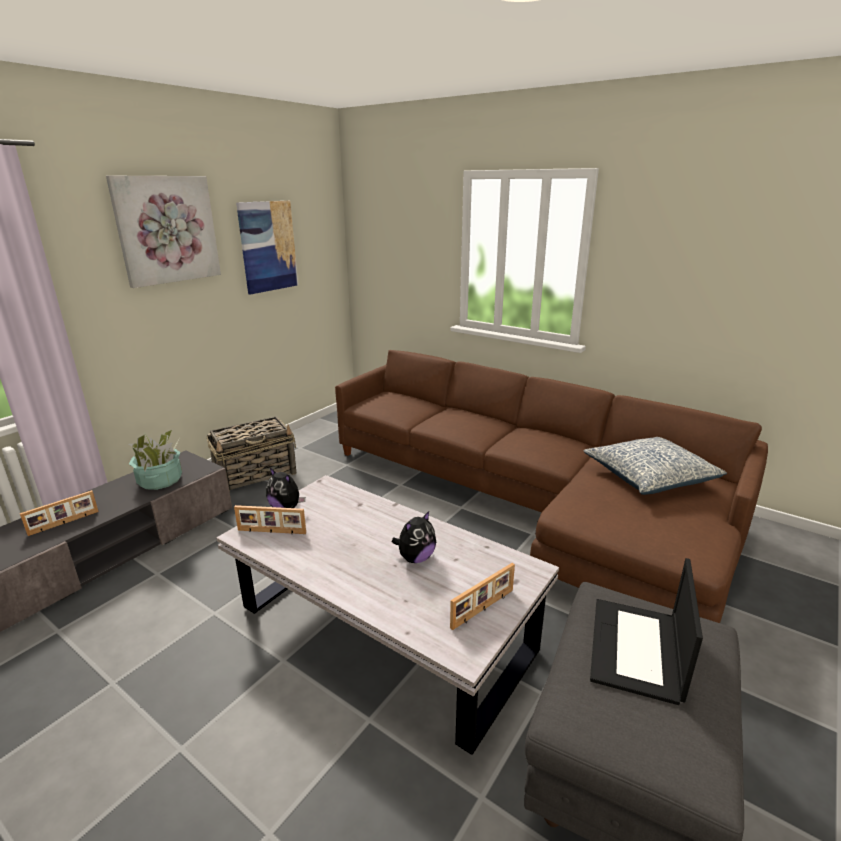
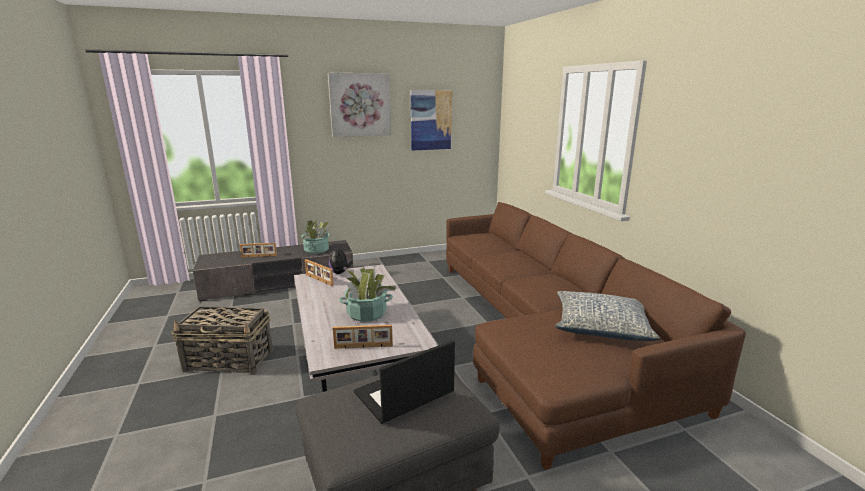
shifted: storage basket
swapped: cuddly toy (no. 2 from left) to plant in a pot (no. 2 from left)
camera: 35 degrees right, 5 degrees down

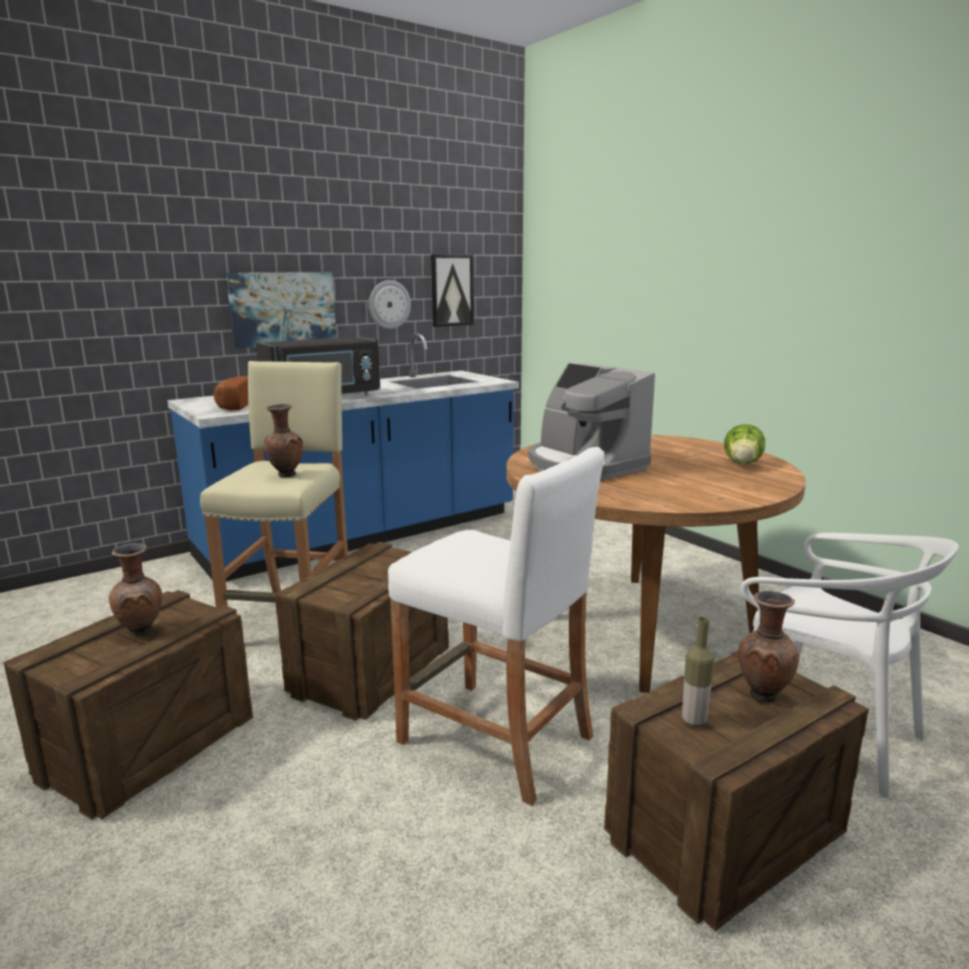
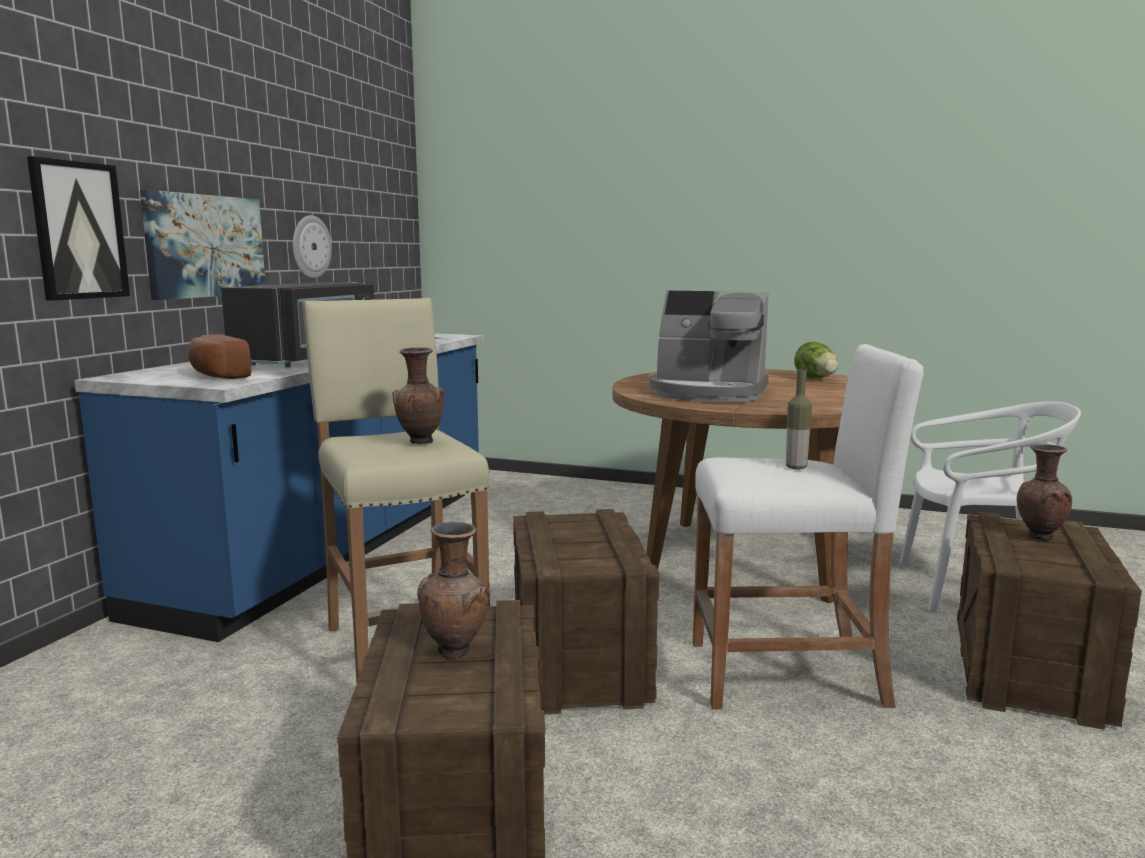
shifted: wall picture (no. 2 from left in the first image) to wall picture (no. 1 from left); bottle
camera: 35 degrees left, 5 degrees down

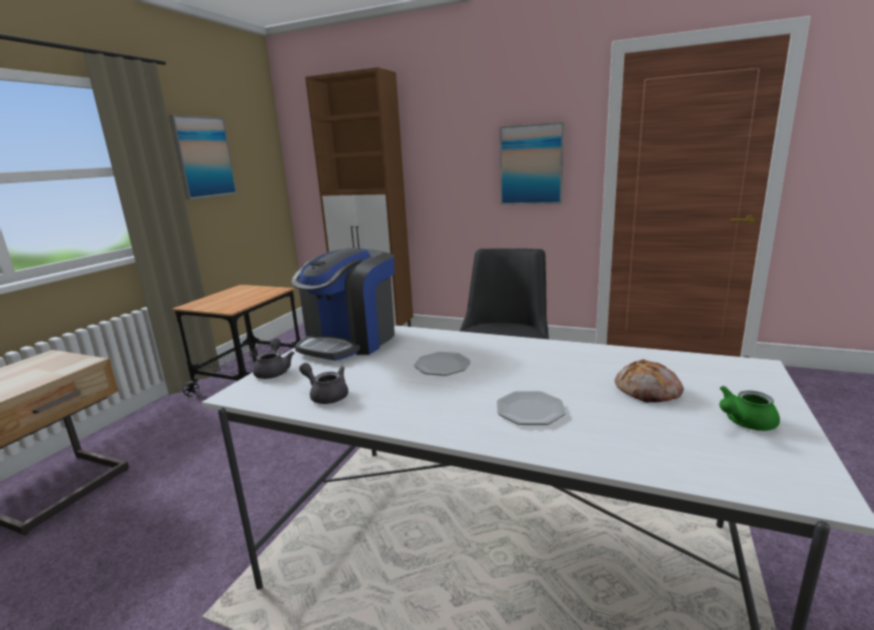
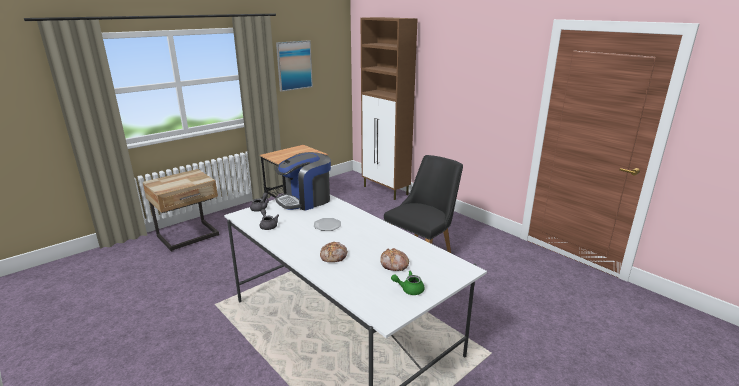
gone: wall picture (no. 2 from left)
swapped: plate (no. 2 from left) to baked bread (no. 1 from left)
camera: 25 degrees right, 5 degrees up

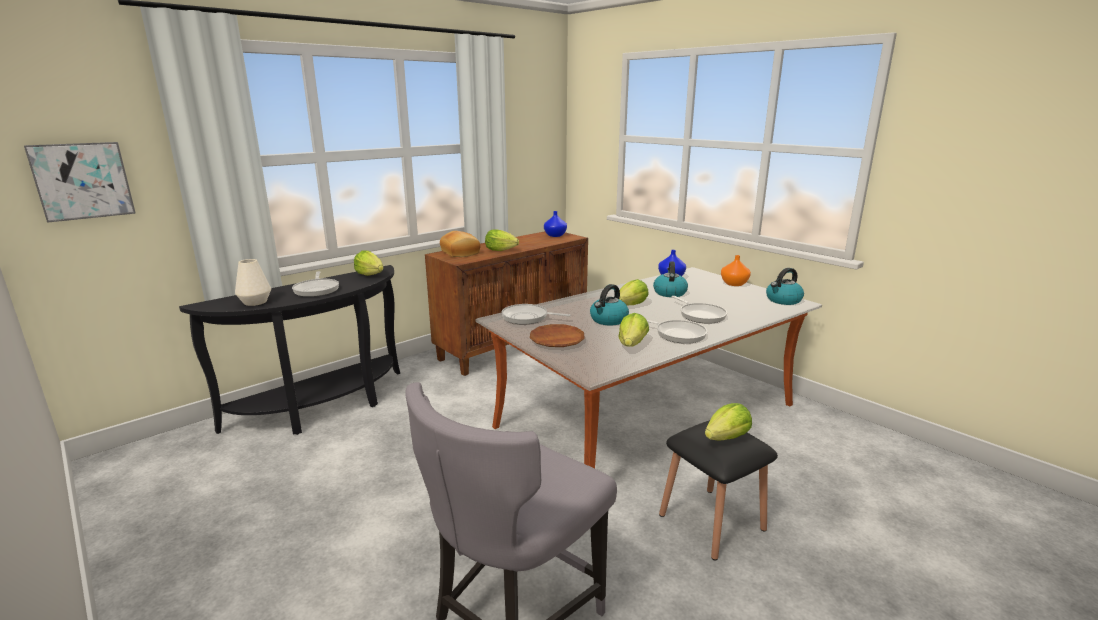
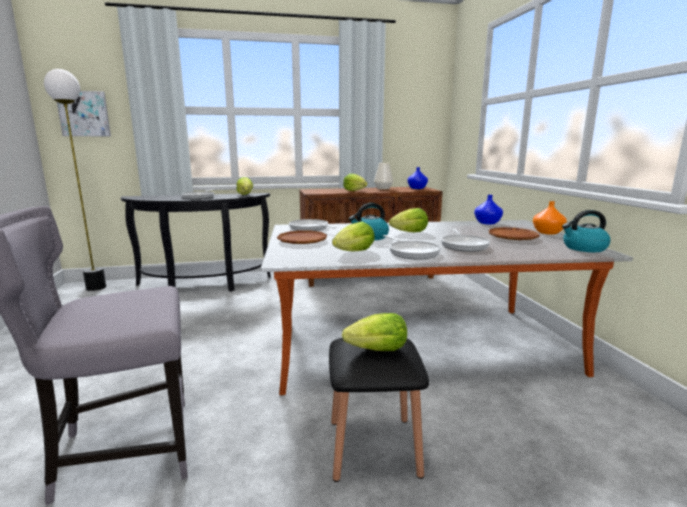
gone: baked bread; water kettle (no. 2 from left)
new: floor lamp; brownish plate (no. 2 from left)
shifted: white-coloured decorative vase
camera: 30 degrees right, 5 degrees down

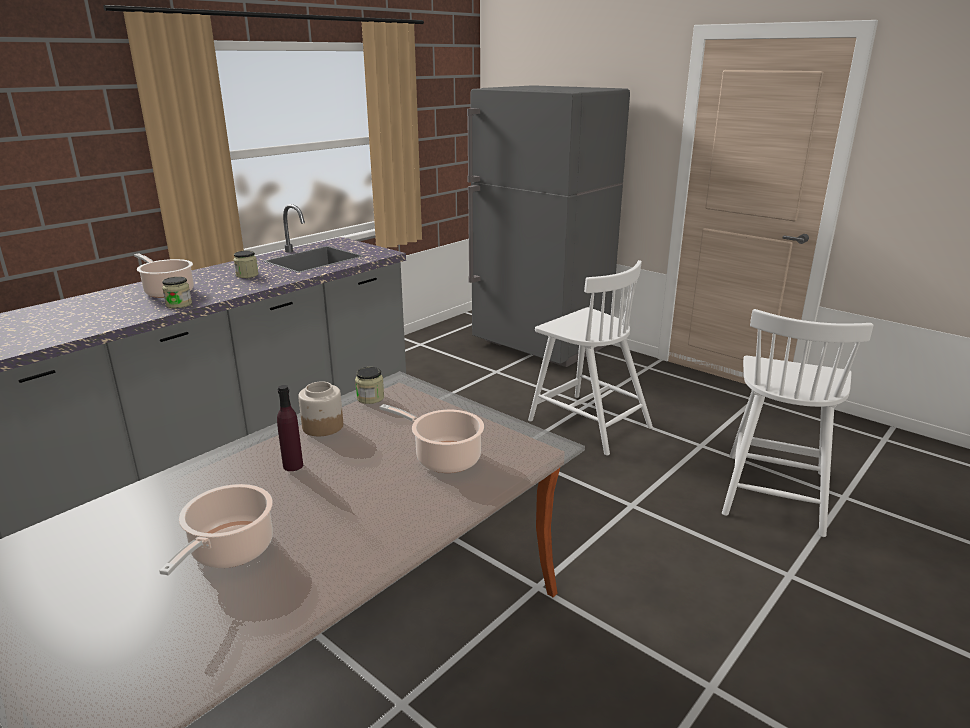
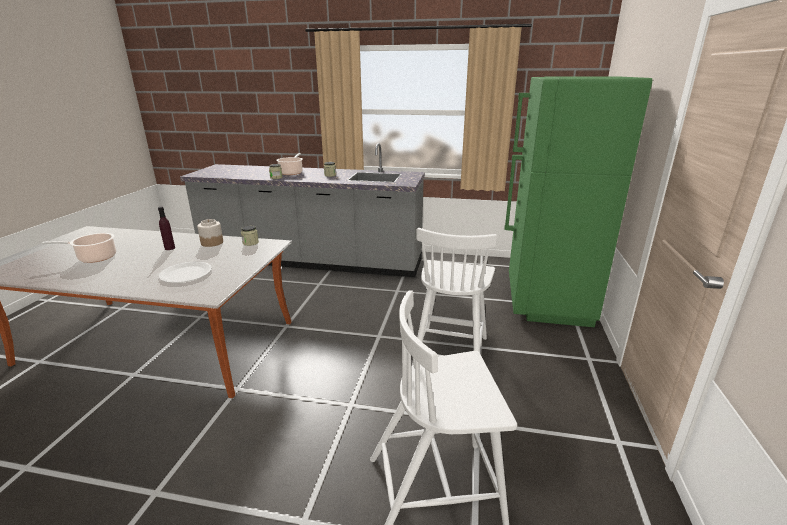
swapped: saucepot (no. 3 from left) to white-coloured plate
repainted: grey refrigerator to green refrigerator
camera: 60 degrees right, 0 degrees up

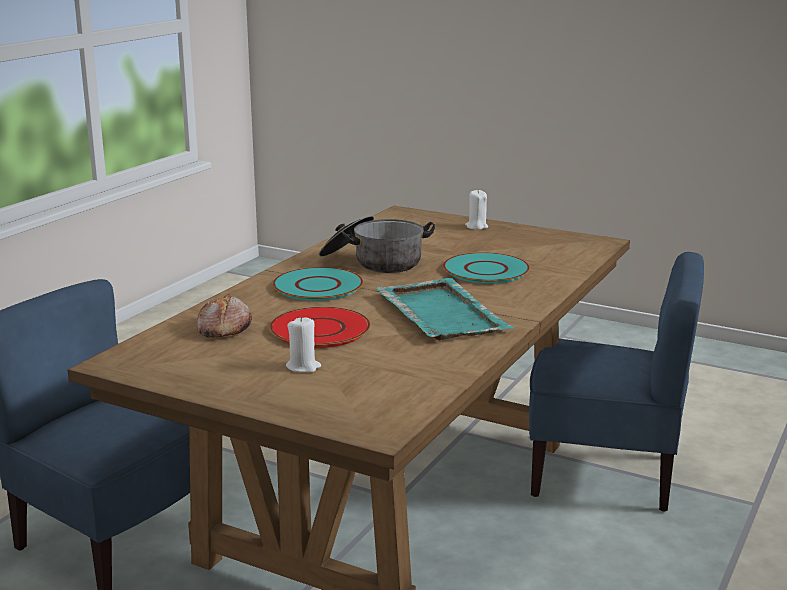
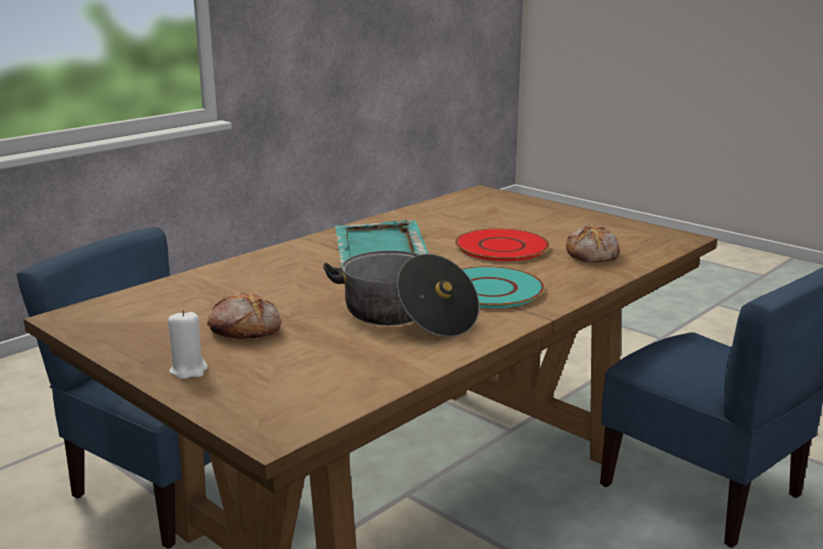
gone: white-coloured wax candle (no. 1 from left); turquoise plate (no. 2 from left)
new: baked bread (no. 1 from left)
camera: 165 degrees left, 0 degrees up

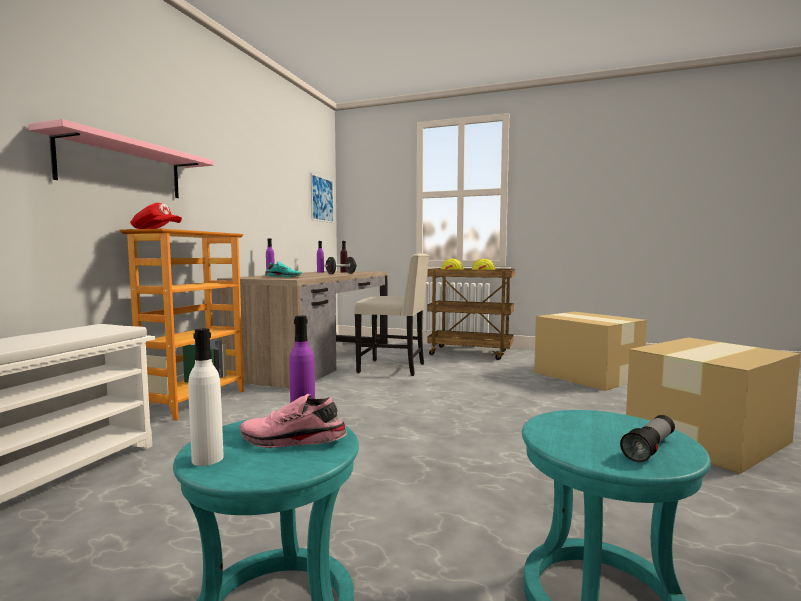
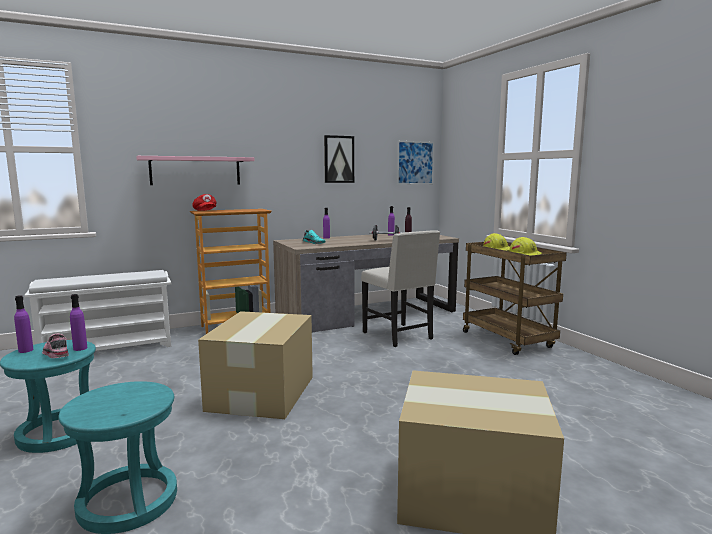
gone: torch
new: wall picture (no. 1 from left)
shifted: packing box (no. 1 from left)
repainted: white-coloured bottle to purple bottle (no. 1 from left)
camera: 45 degrees right, 5 degrees up

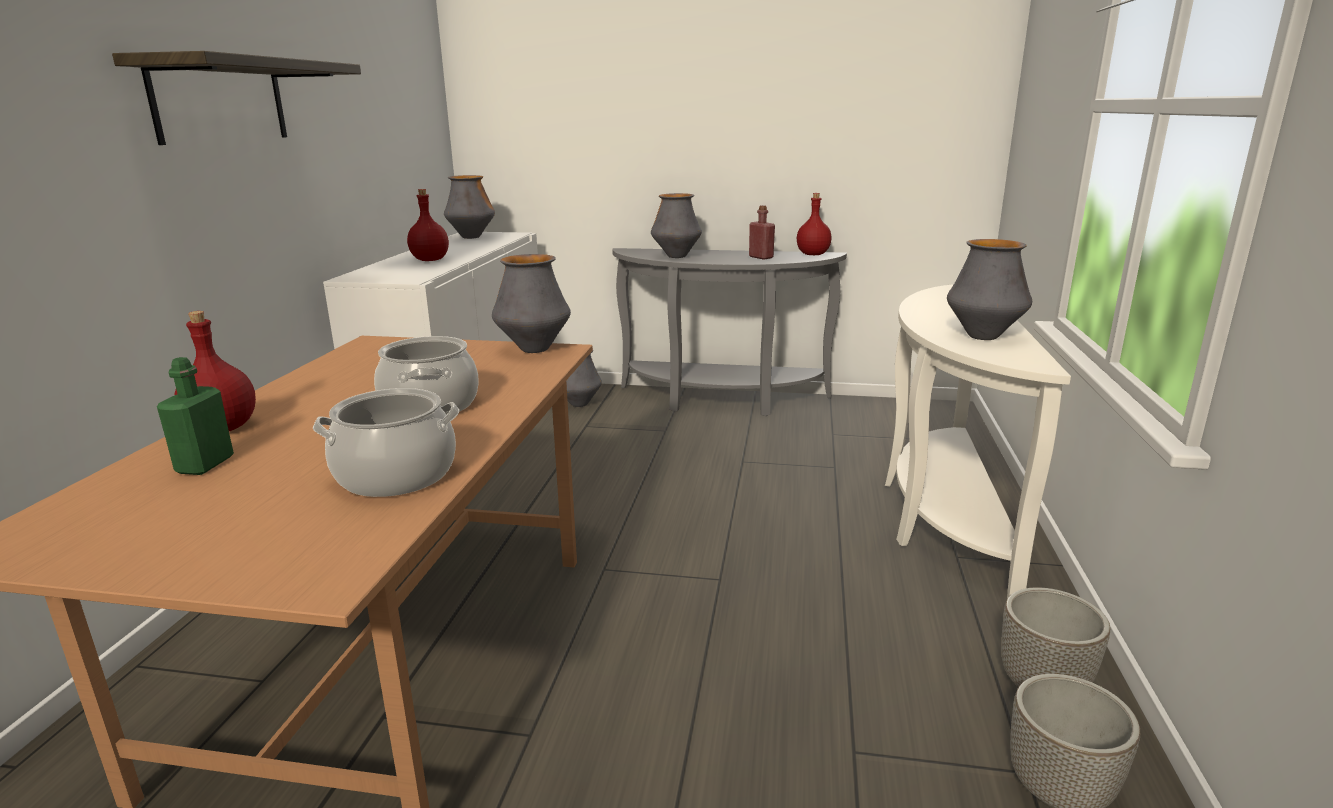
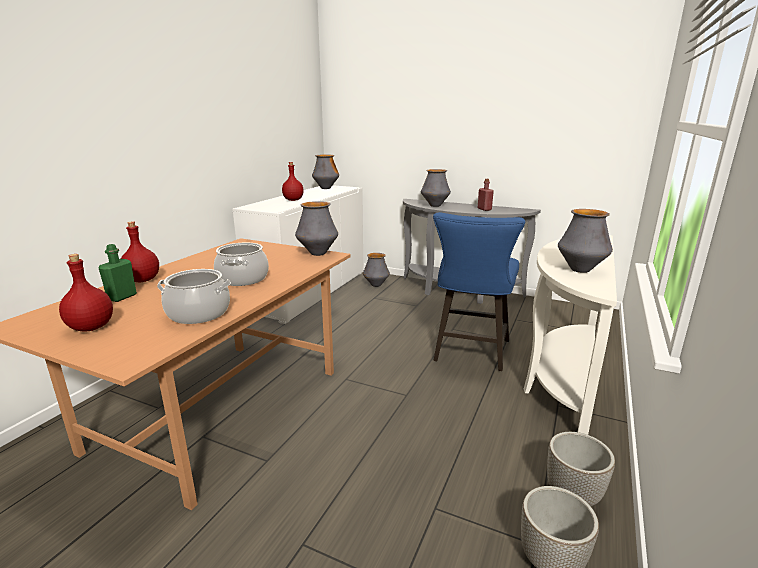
gone: shelf
new: blue-coloured stool seat
shifted: red bottle (no. 4 from left in the first image) to red bottle (no. 1 from left)
camera: 15 degrees right, 0 degrees up

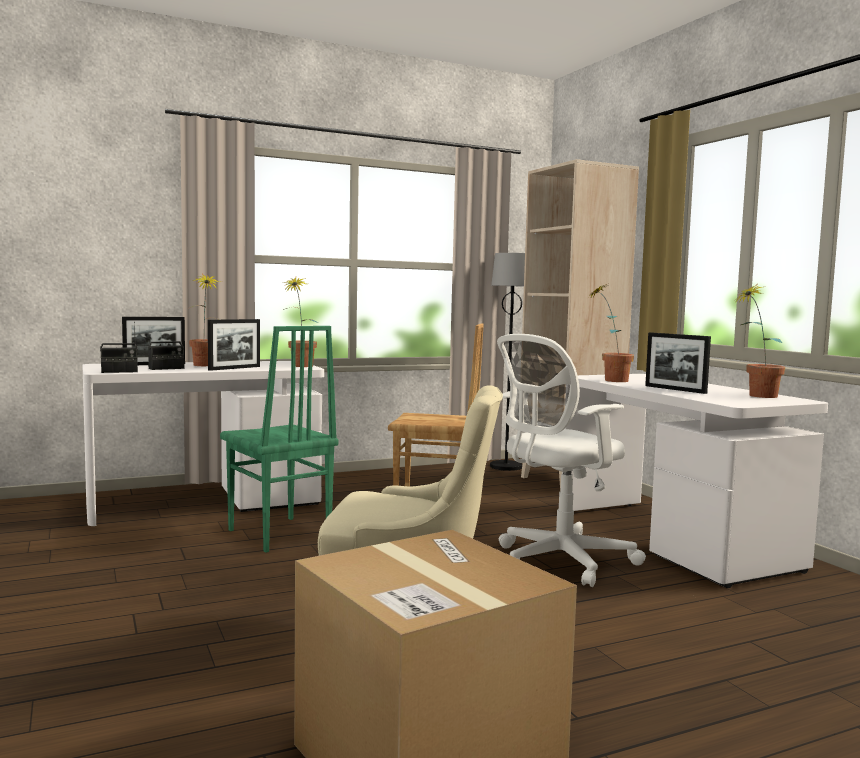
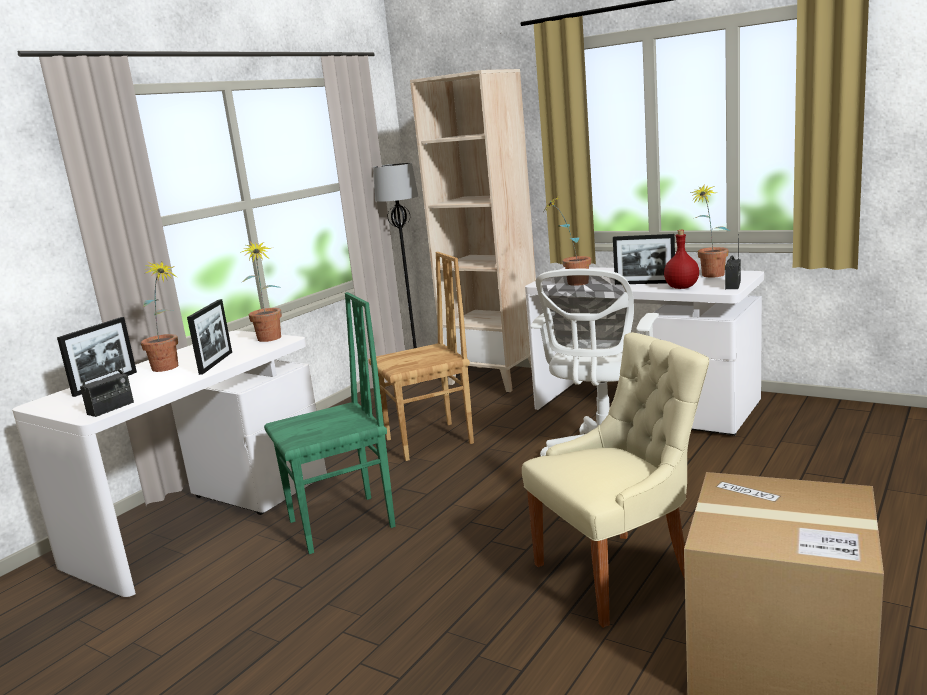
new: red bottle
shifted: radio (no. 2 from left)
rotated: green upright chair 45 degrees counterclockwise
camera: 30 degrees left, 10 degrees up

